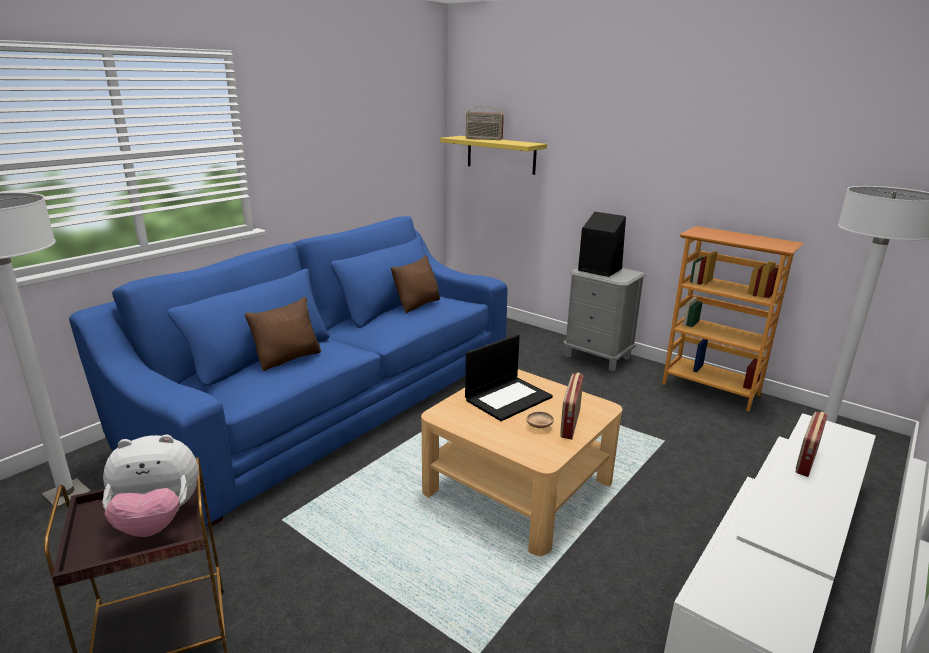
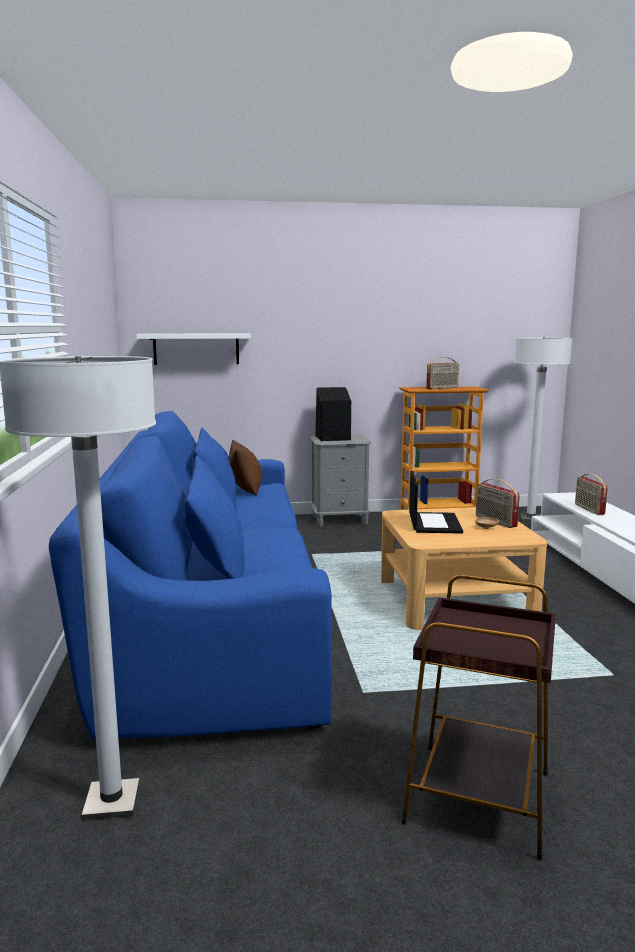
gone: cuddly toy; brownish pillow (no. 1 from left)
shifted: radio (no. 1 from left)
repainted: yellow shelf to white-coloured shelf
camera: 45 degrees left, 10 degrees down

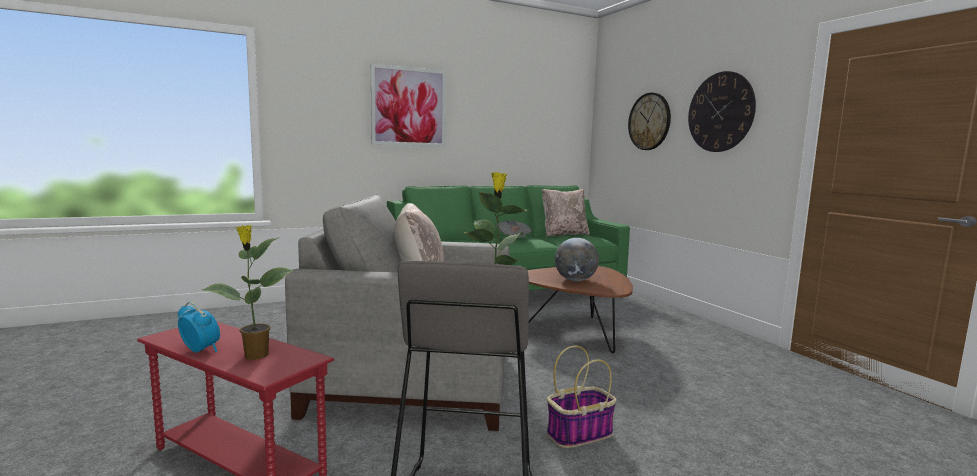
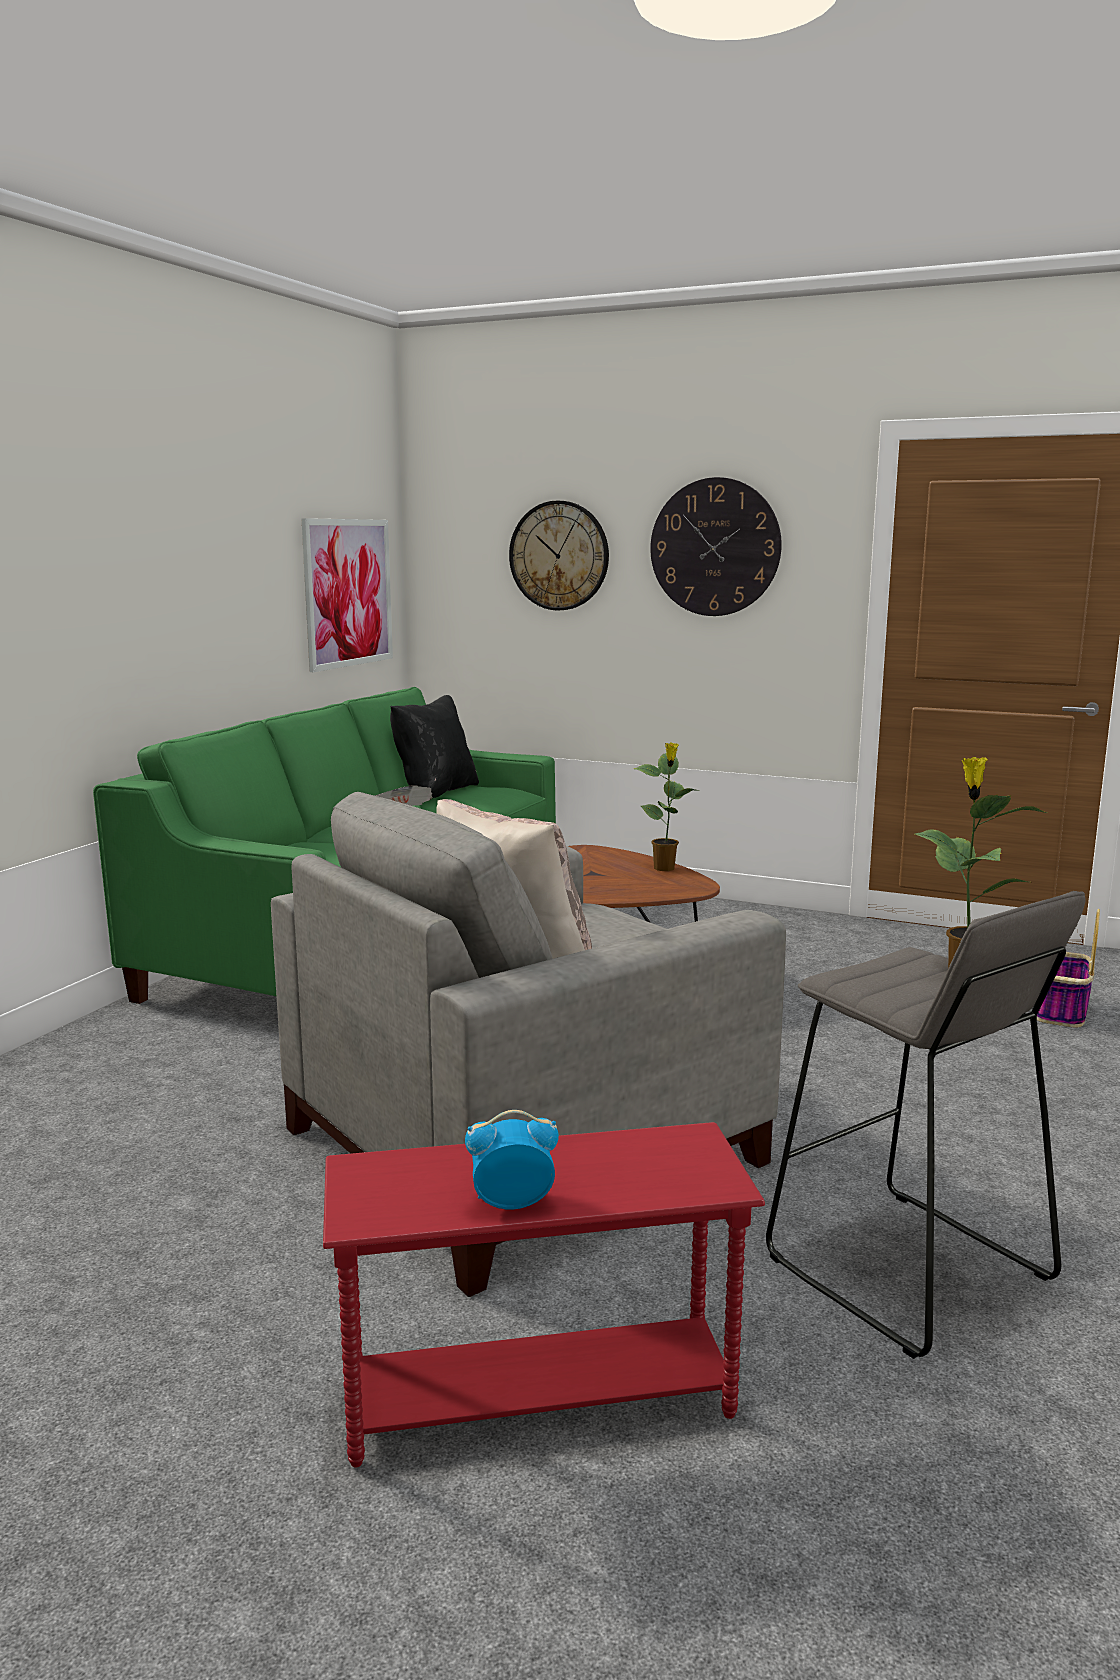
gone: globe
shifted: wall picture; plant in a pot (no. 1 from left); storage basket
repainted: beige-coloured pillow (no. 2 from left) to black pillow
camera: 40 degrees left, 5 degrees up

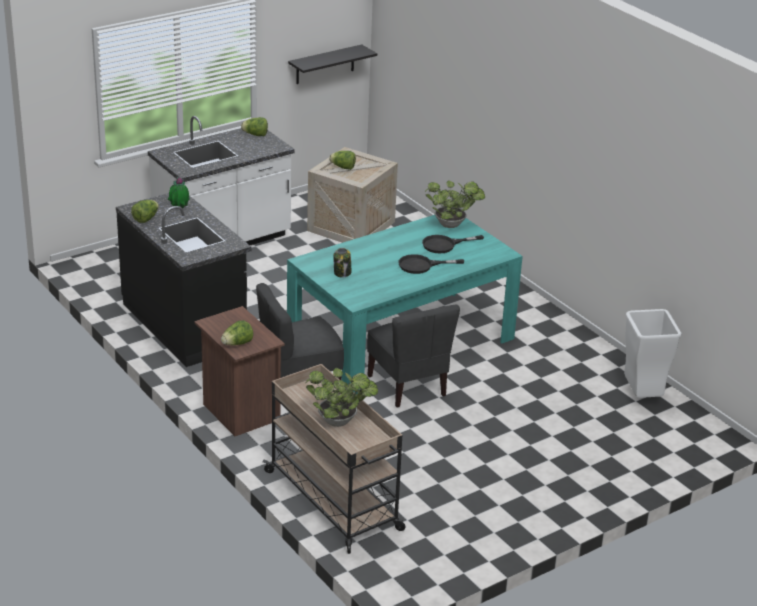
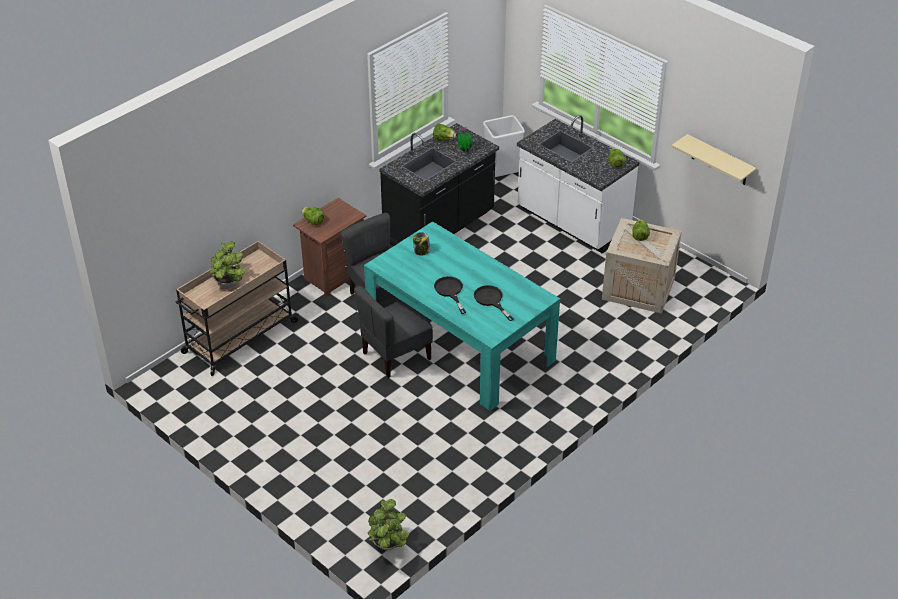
shifted: plant in a pot (no. 3 from left in the first image) to plant in a pot (no. 2 from left); white-coloured rubbish bin
repainted: black shelf to beige-coloured shelf
camera: 80 degrees right, 10 degrees up

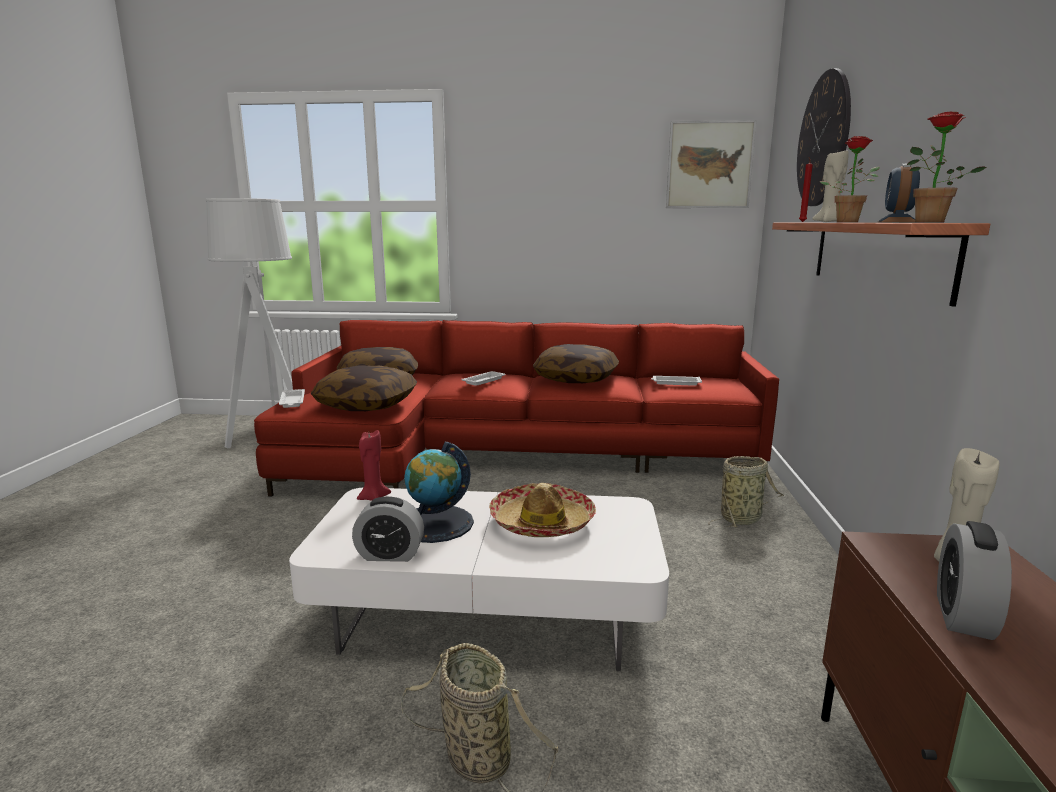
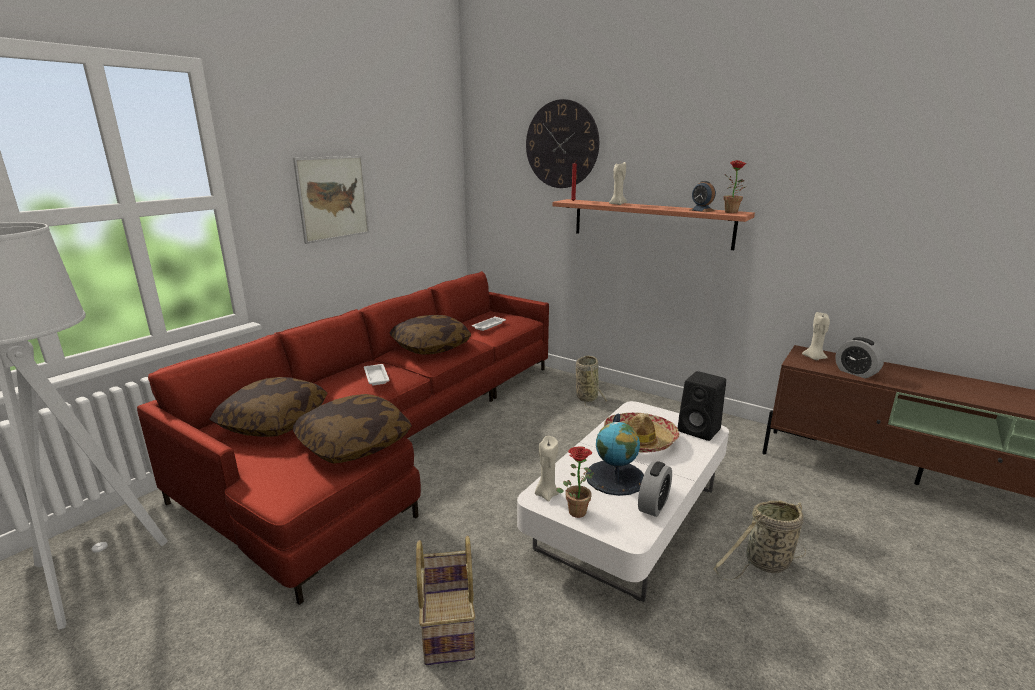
gone: white-coloured tray (no. 1 from left)
new: storage basket (no. 1 from left); black loudspeaker
shifted: wall picture; plant in a pot (no. 1 from left)
repainted: red wax candle (no. 1 from left) to beige-coloured wax candle (no. 1 from left)
camera: 60 degrees left, 5 degrees up

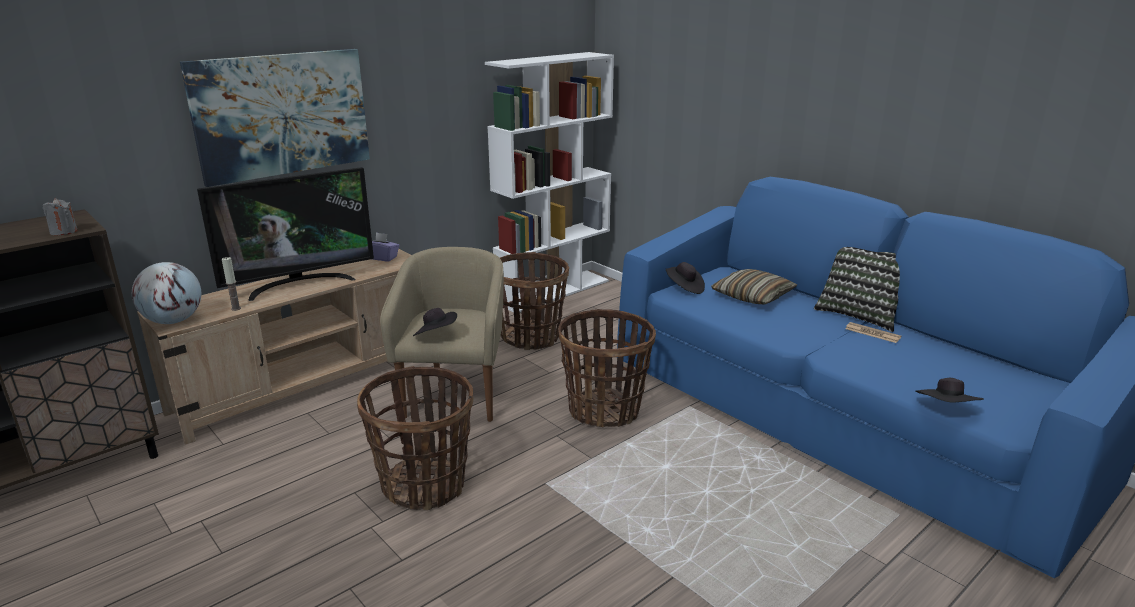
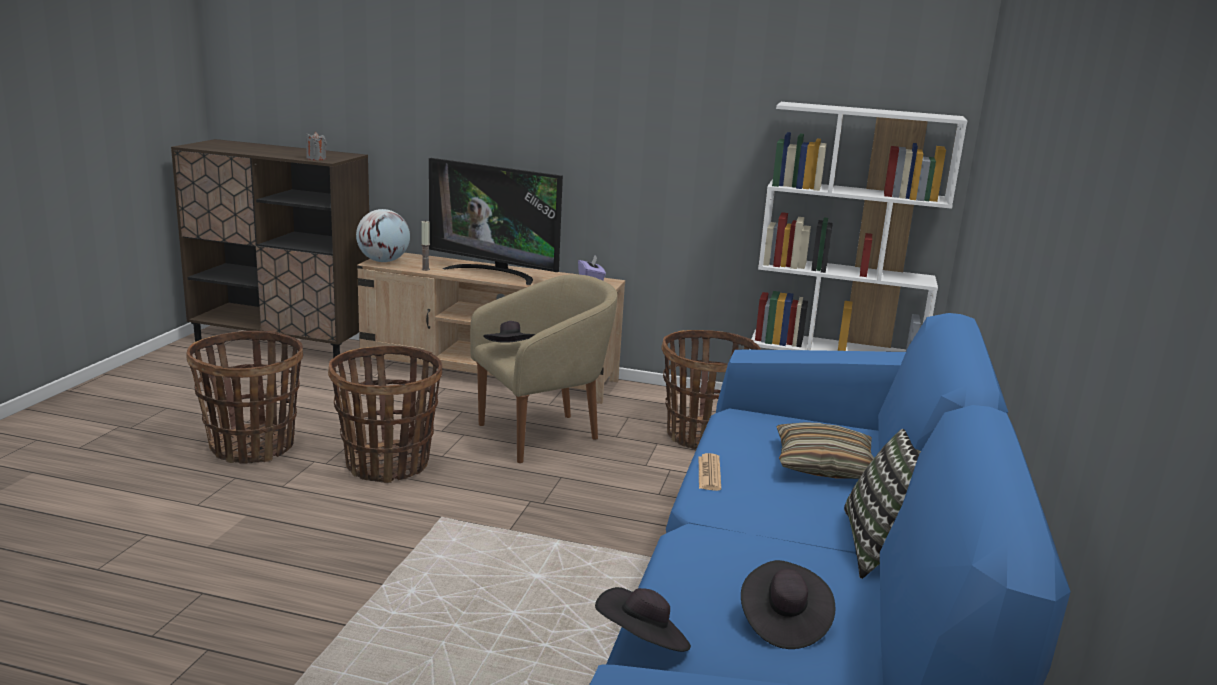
gone: wall picture
shifted: storage basket (no. 3 from left in the first image) to storage basket (no. 1 from left); printed paper; black clothing hat (no. 2 from left in the first image) to black clothing hat (no. 3 from left)
camera: 55 degrees right, 5 degrees down

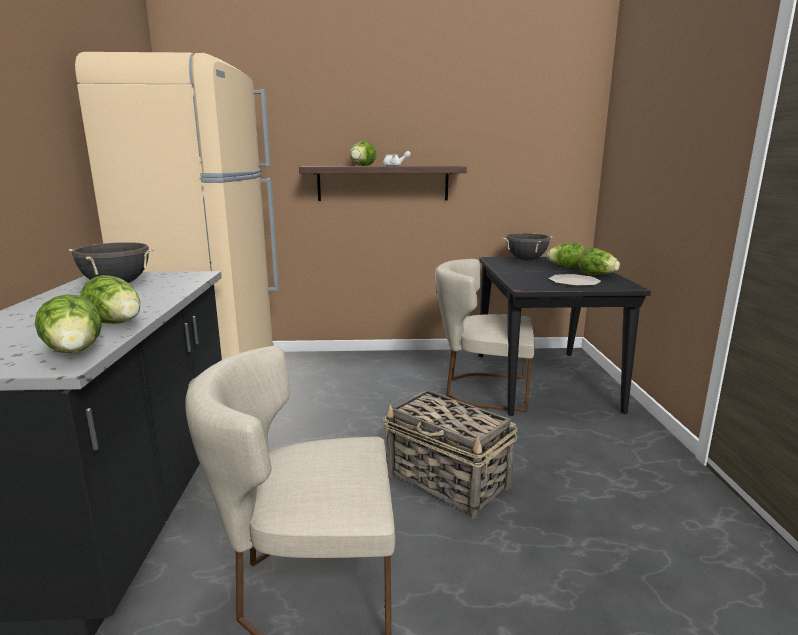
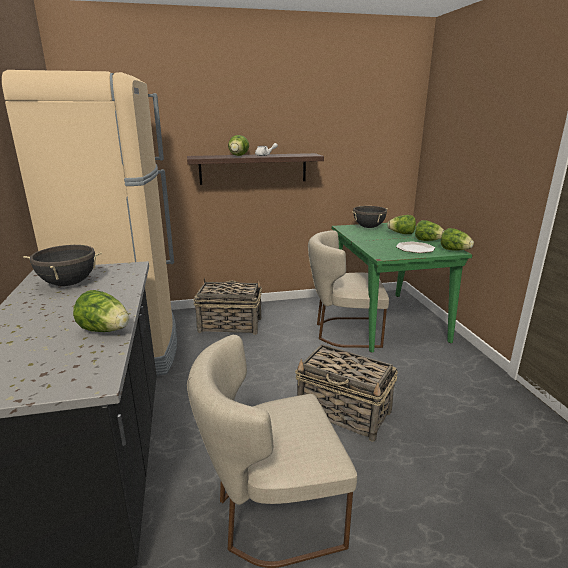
new: storage basket (no. 1 from left)
shifted: lettuce head (no. 1 from left in the first image) to lettuce head (no. 5 from left)
repainted: black kitchen table to green kitchen table
camera: 10 degrees left, 5 degrees up

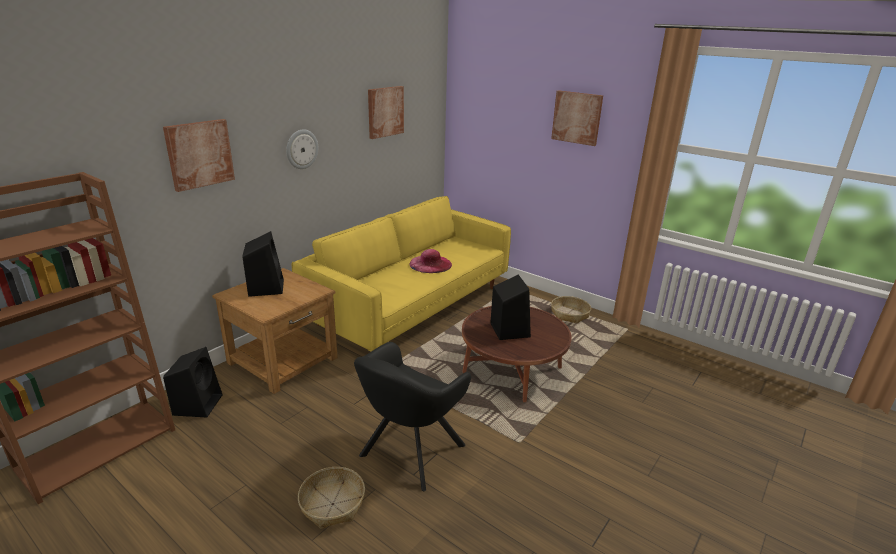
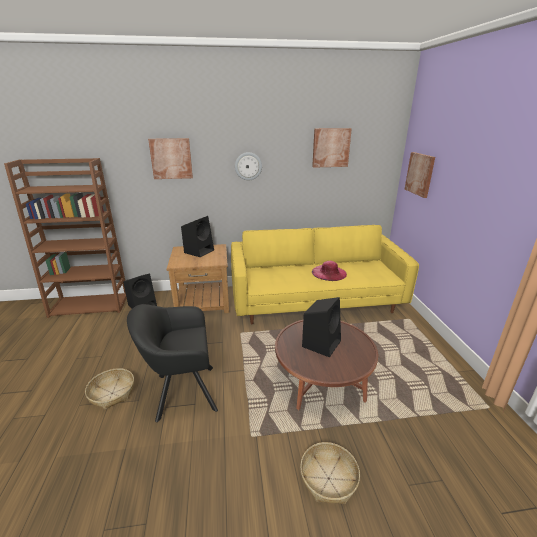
shifted: storage basket (no. 2 from left); wall picture (no. 3 from left)
camera: 45 degrees right, 0 degrees up

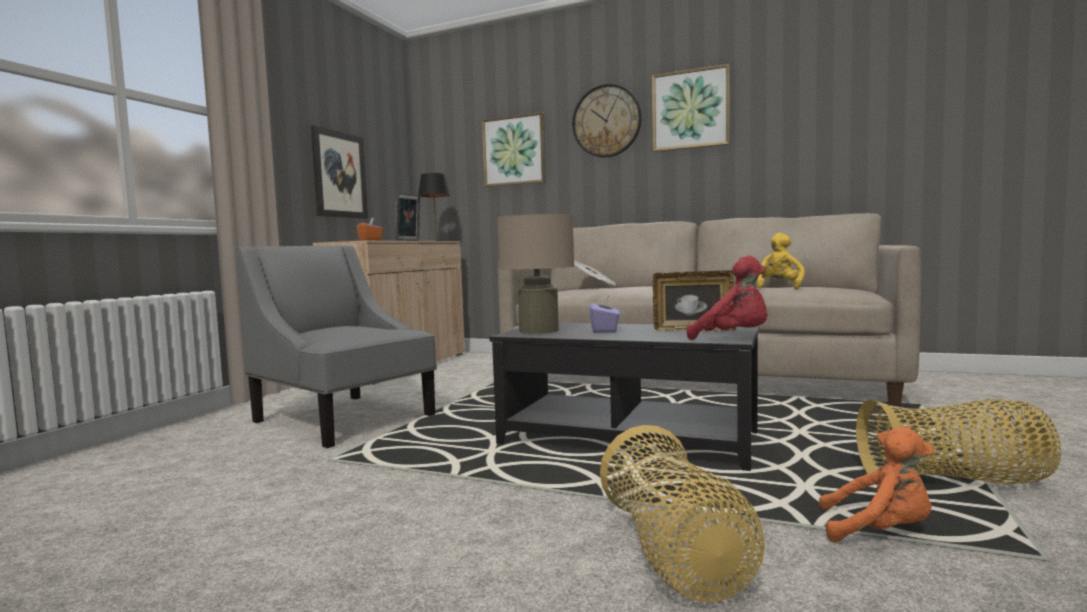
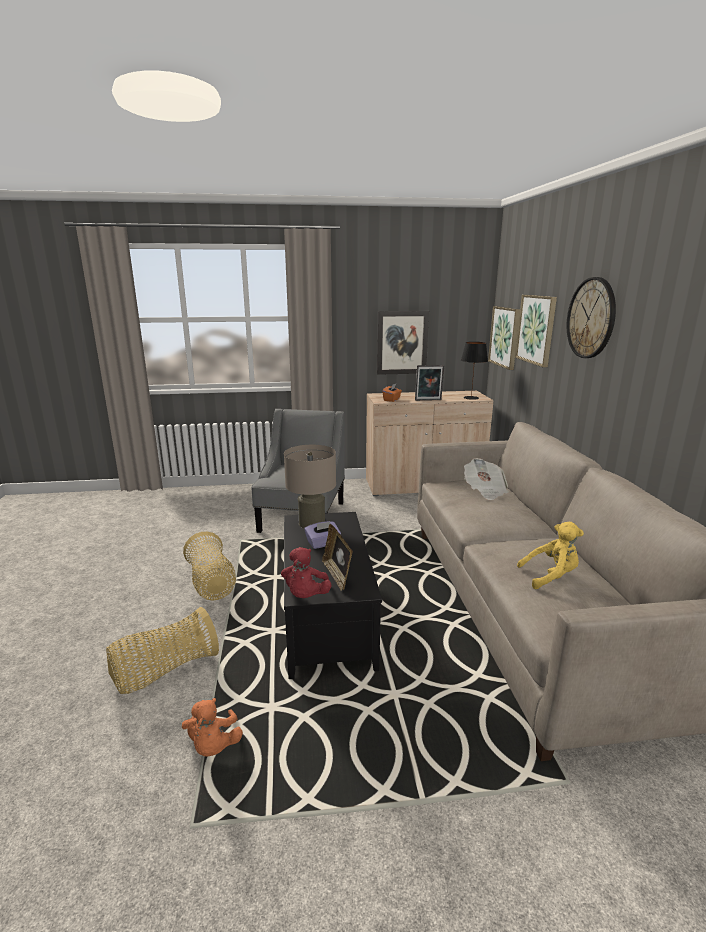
shifted: storage basket (no. 2 from left); wall picture (no. 3 from left in the first image) to wall picture (no. 2 from left)
camera: 60 degrees right, 15 degrees up

